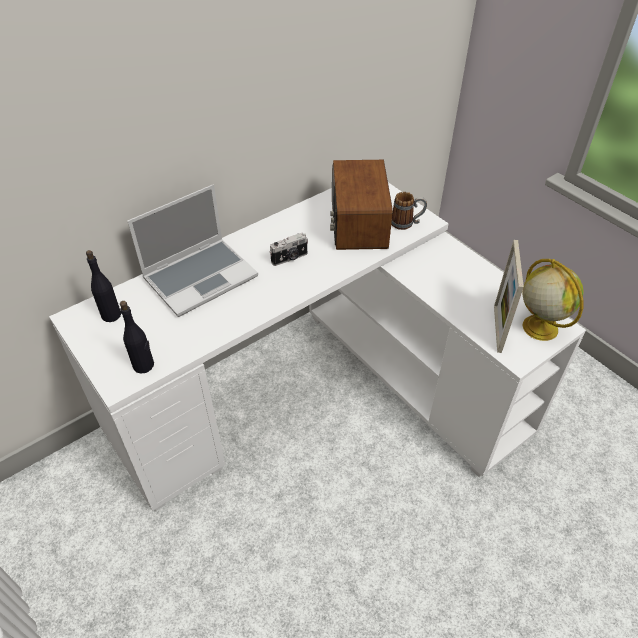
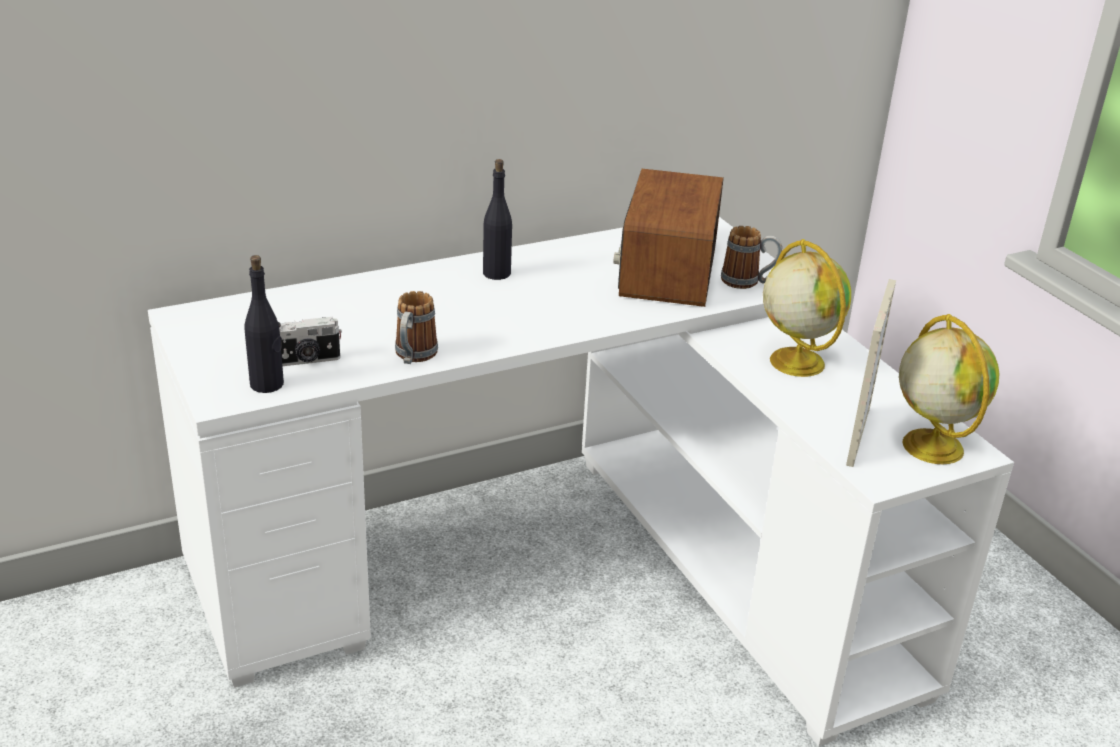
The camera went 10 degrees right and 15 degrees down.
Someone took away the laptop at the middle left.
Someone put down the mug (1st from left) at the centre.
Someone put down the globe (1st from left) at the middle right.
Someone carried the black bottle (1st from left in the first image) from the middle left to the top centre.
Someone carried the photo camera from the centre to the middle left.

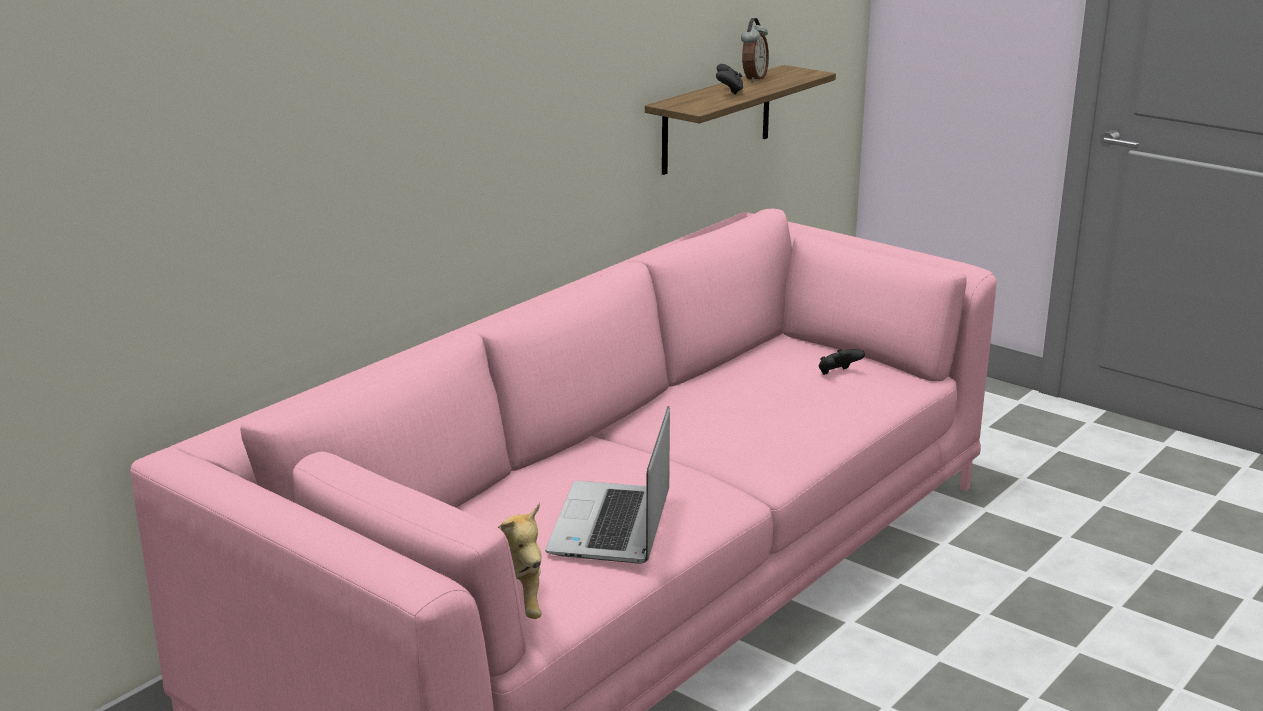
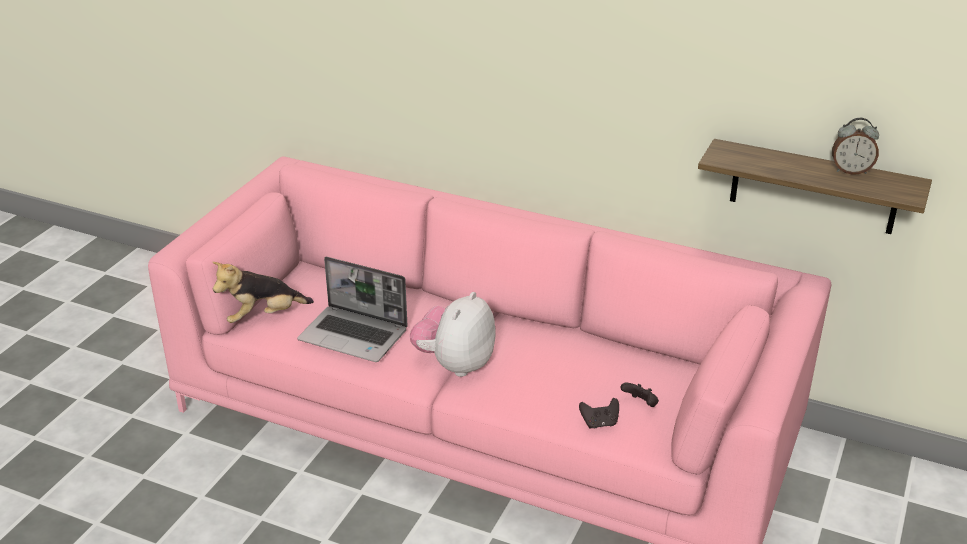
The camera went 75 degrees right and 10 degrees up.
Someone put down the plush toy (2nd from left) at the centre.
Someone carried the black game controller (1st from left) from the top centre to the bottom centre.
Someone rotated the laptop at the bottom centre by 150 degrees counterclockwise.

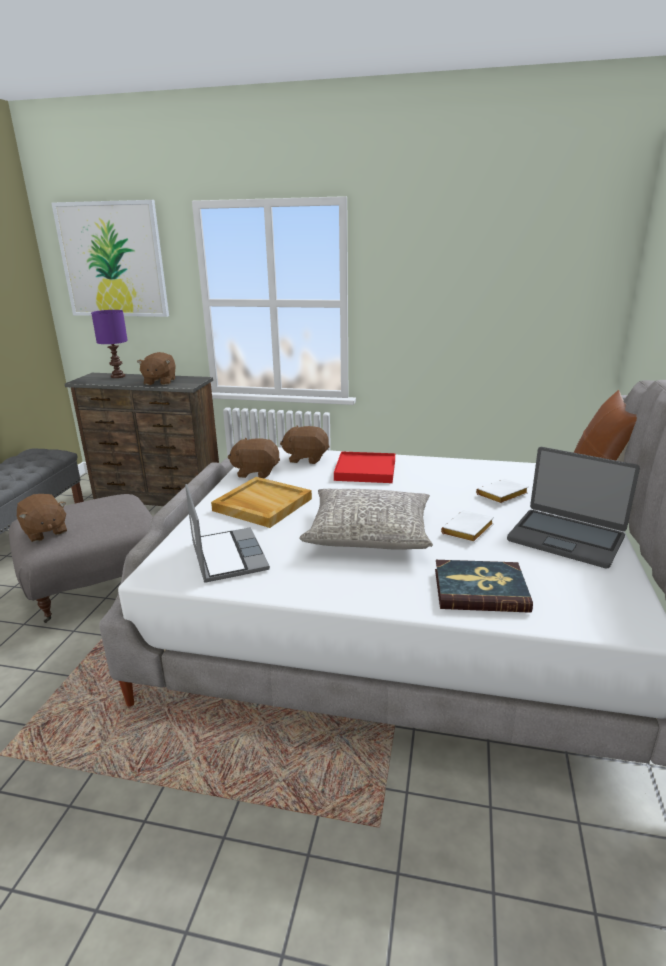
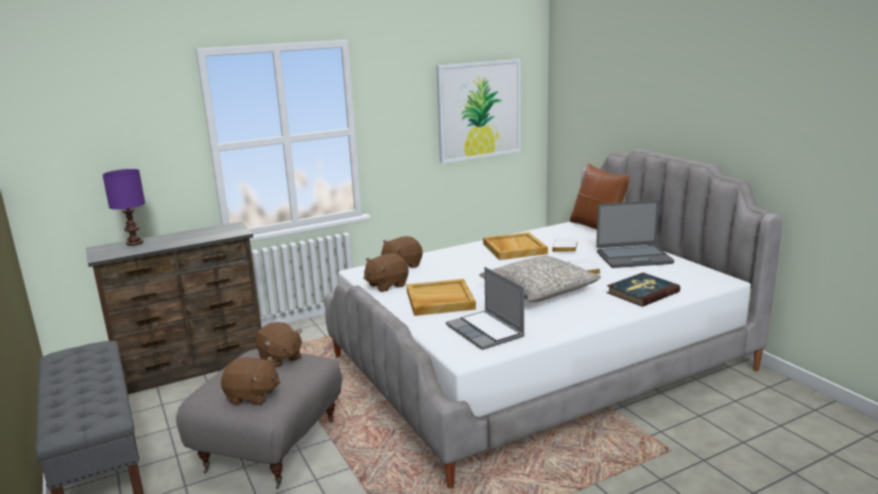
The camera went 40 degrees left and 5 degrees down.
Someone took away the red tray at the centre.
Someone put down the beige tray (2nd from left) at the centre.
Someone carried the picture from the top left to the top centre.
Someone carried the brown plush toy (2nd from left) from the middle left to the bottom left.
Someone rotated the laptop (1st from left) at the centre by 150 degrees counterclockwise.

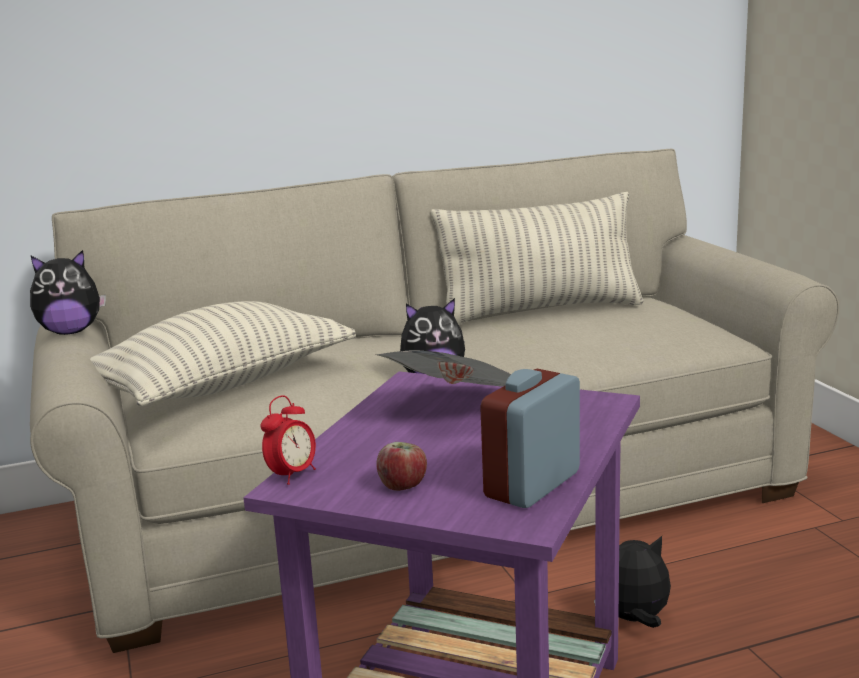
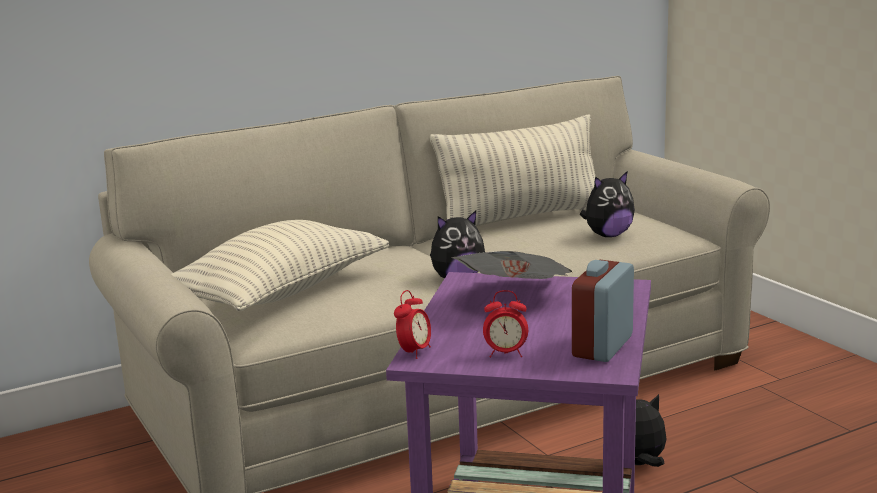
The camera went 10 degrees left and 0 degrees up.
Someone carried the plush toy (1st from left in the first image) from the middle left to the middle right.
Someone swapped the apple at the bottom centre for the alarm clock (2nd from left) at the centre.

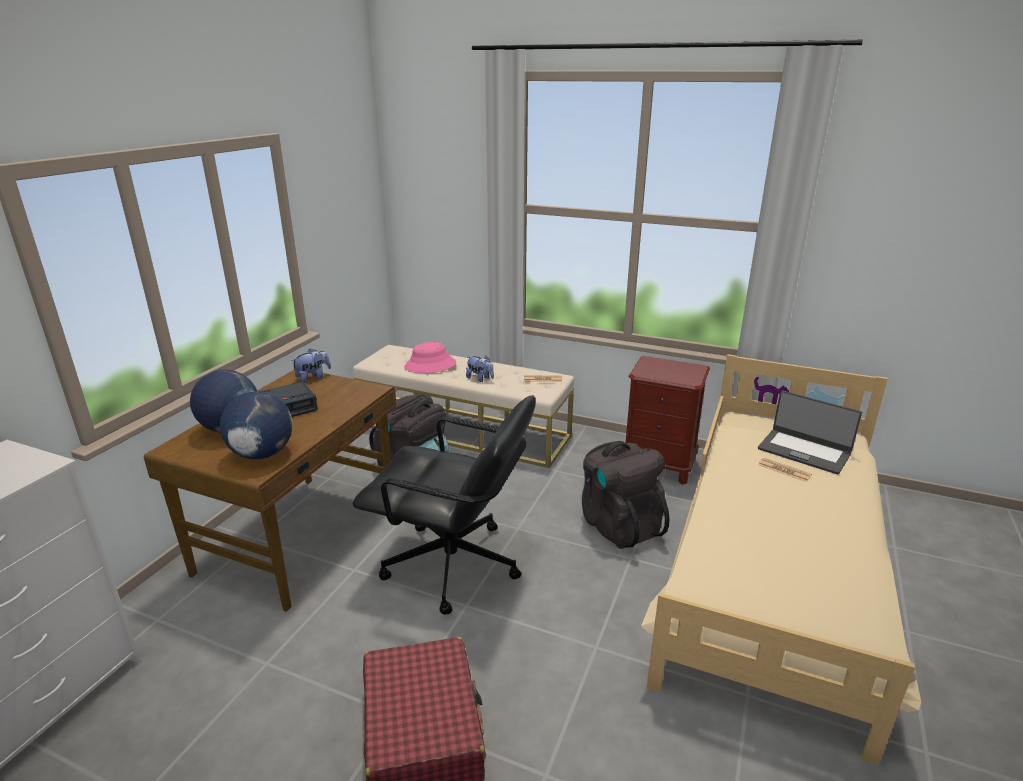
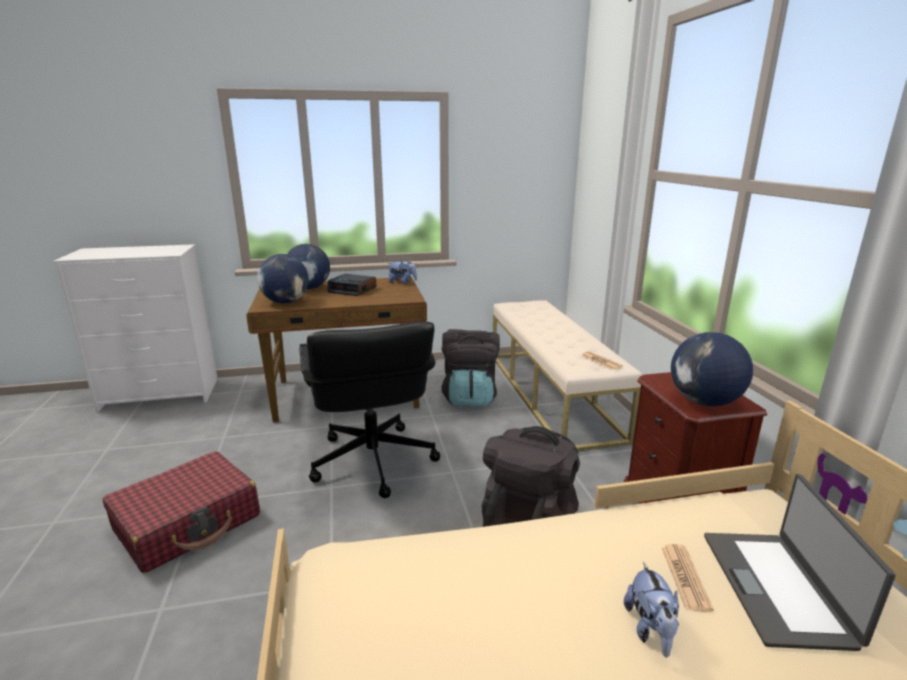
The camera went 55 degrees right and 5 degrees down.
Someone took away the pink hat at the centre.
Someone put down the globe (3rd from left) at the middle right.
Someone carried the plush toy (2nd from left) from the centre to the bottom right.

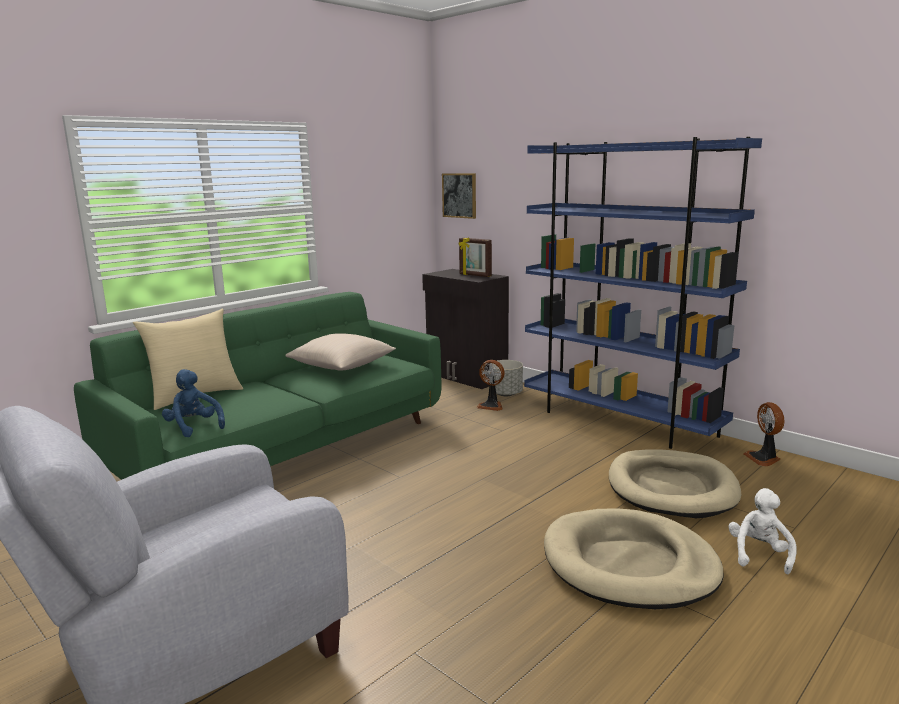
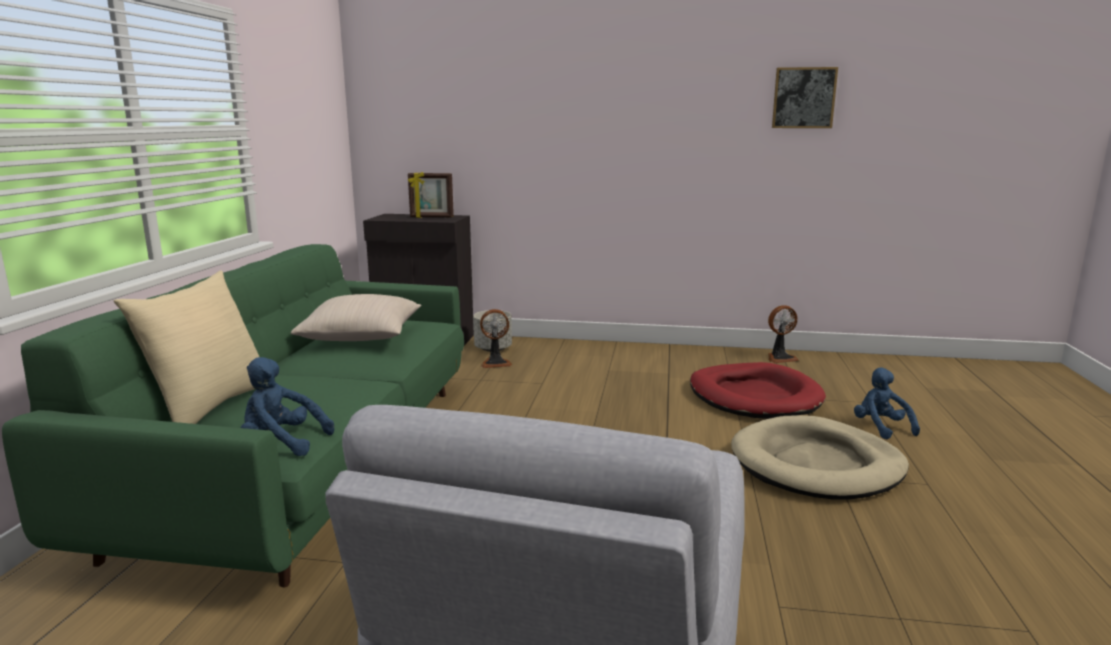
The camera went 35 degrees left and 0 degrees up.
Someone took away the blue bookcase at the middle right.
Someone carried the picture from the top centre to the top right.
Someone repainted the beige dog bed (2nd from left) at the bottom right, which became the red dog bed at the middle right.
Someone repainted the white plush toy at the bottom right, which became the blue plush toy (2nd from left) at the middle right.
Someone rotated the fan (2nd from left) at the middle right by 60 degrees counterclockwise.

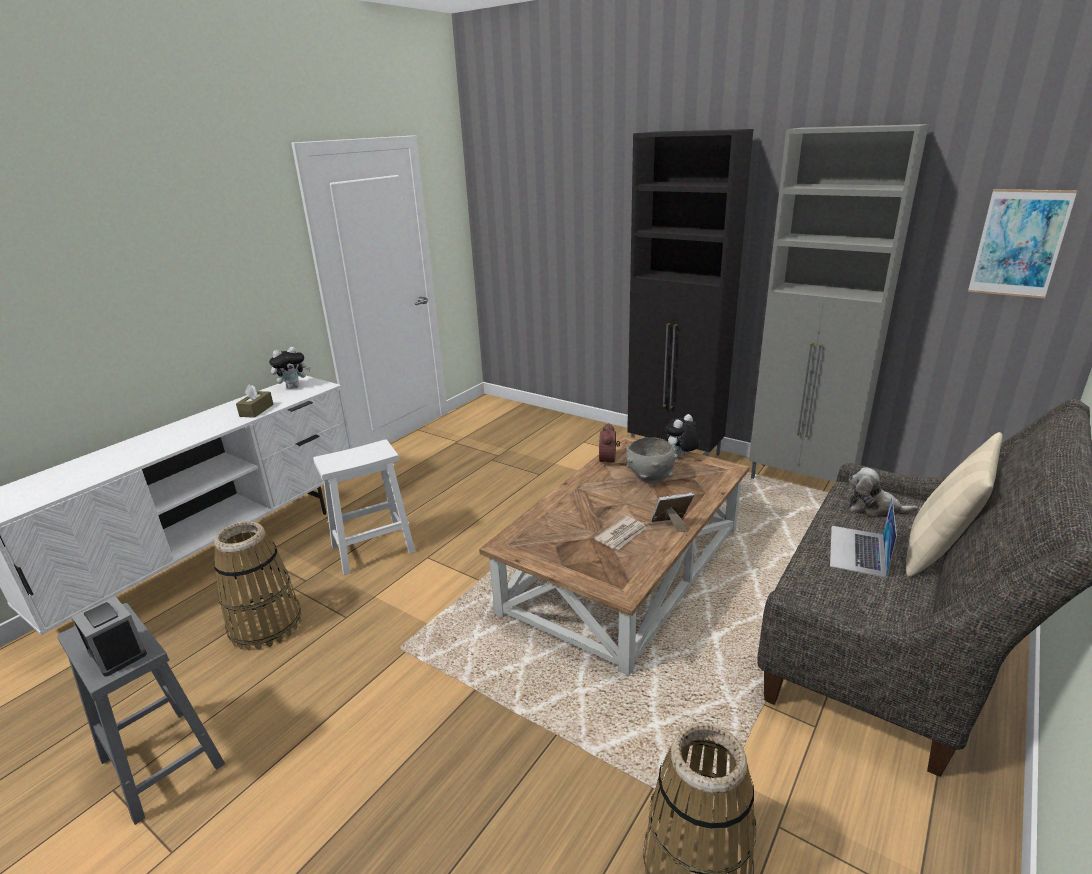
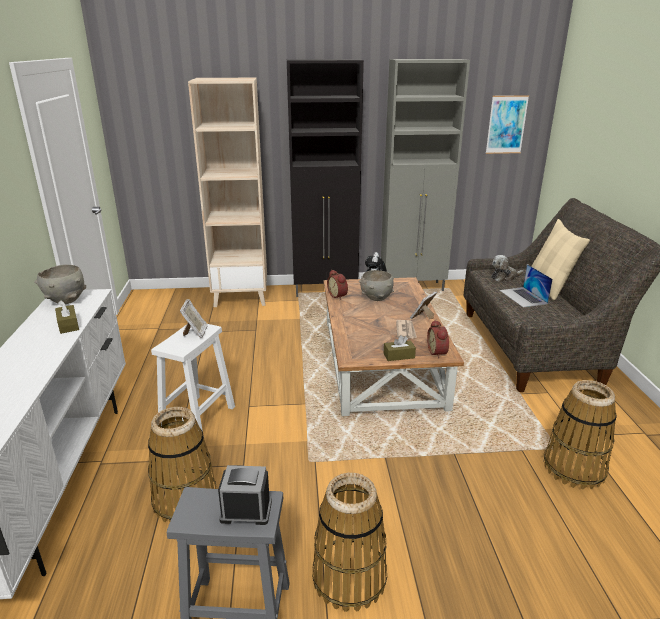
The camera went 40 degrees left and 0 degrees up.
Someone put down the picture frame (1st from left) at the middle left.
Someone put down the beige bookcase at the top centre.
Someone put down the basket (2nd from left) at the bottom centre.
Someone put down the brown tissue box (2nd from left) at the centre.
Someone put down the alarm clock (3rd from left) at the centre.
Someone swapped the plush toy (1st from left) at the middle left for the grey bowl (1st from left) at the middle left.

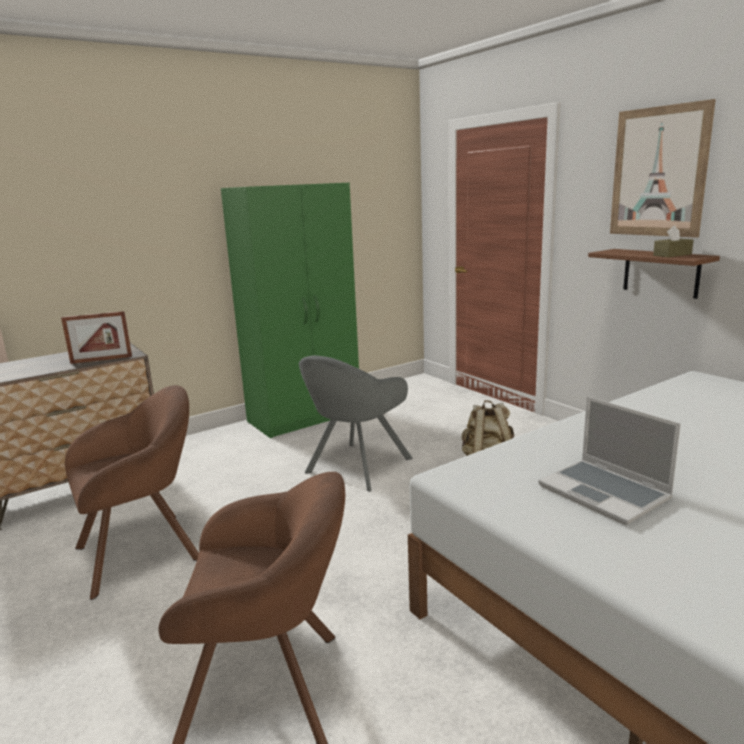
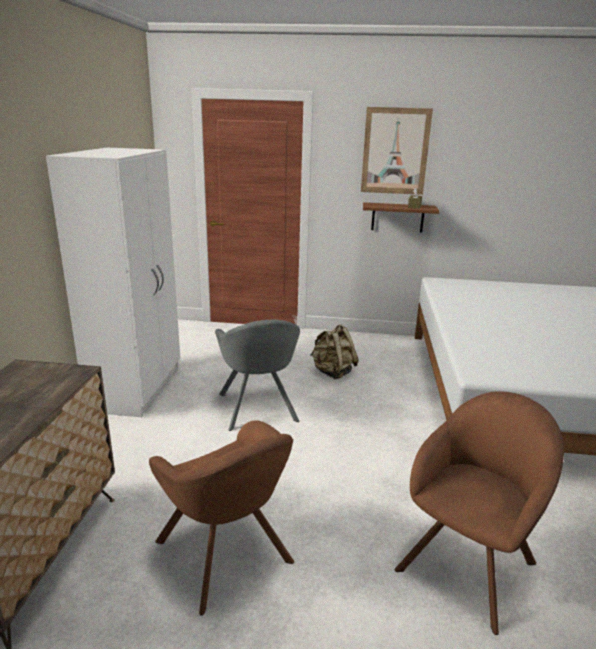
The camera went 50 degrees left and 5 degrees up.
Someone took away the picture frame at the middle left.
Someone took away the laptop at the middle right.
Someone repainted the green wardrobe at the centre, which became the white wardrobe at the middle left.
Someone rotated the brown armchair (1st from left) at the middle left by 135 degrees clockwise.

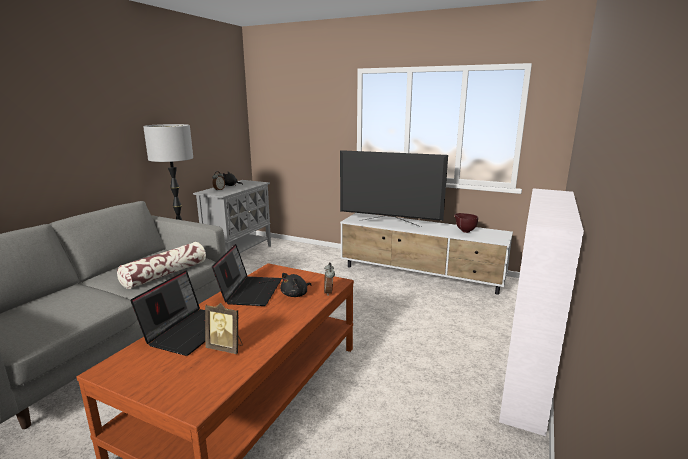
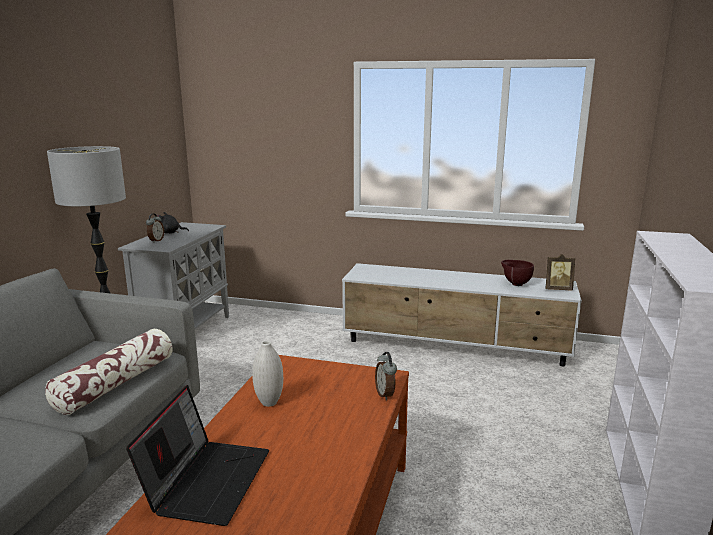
The camera went 10 degrees left and 0 degrees up.
Someone took away the black plush toy (2nd from left) at the centre.
Someone took away the television at the centre.
Someone carried the picture frame from the bottom left to the middle right.
Someone swapped the laptop (2nd from left) at the centre for the white vase at the bottom centre.

